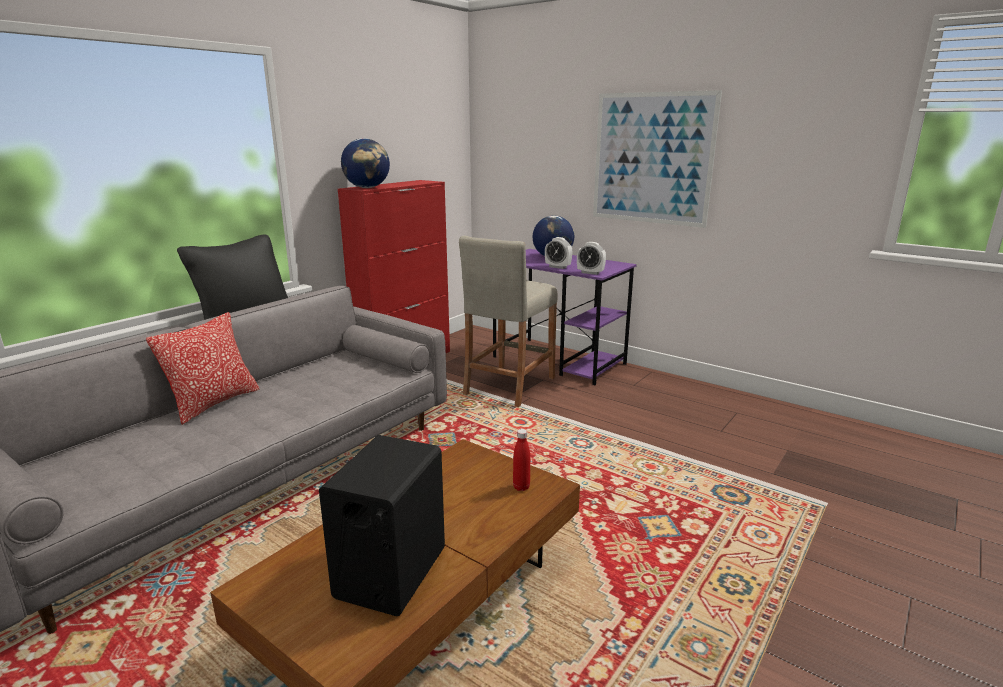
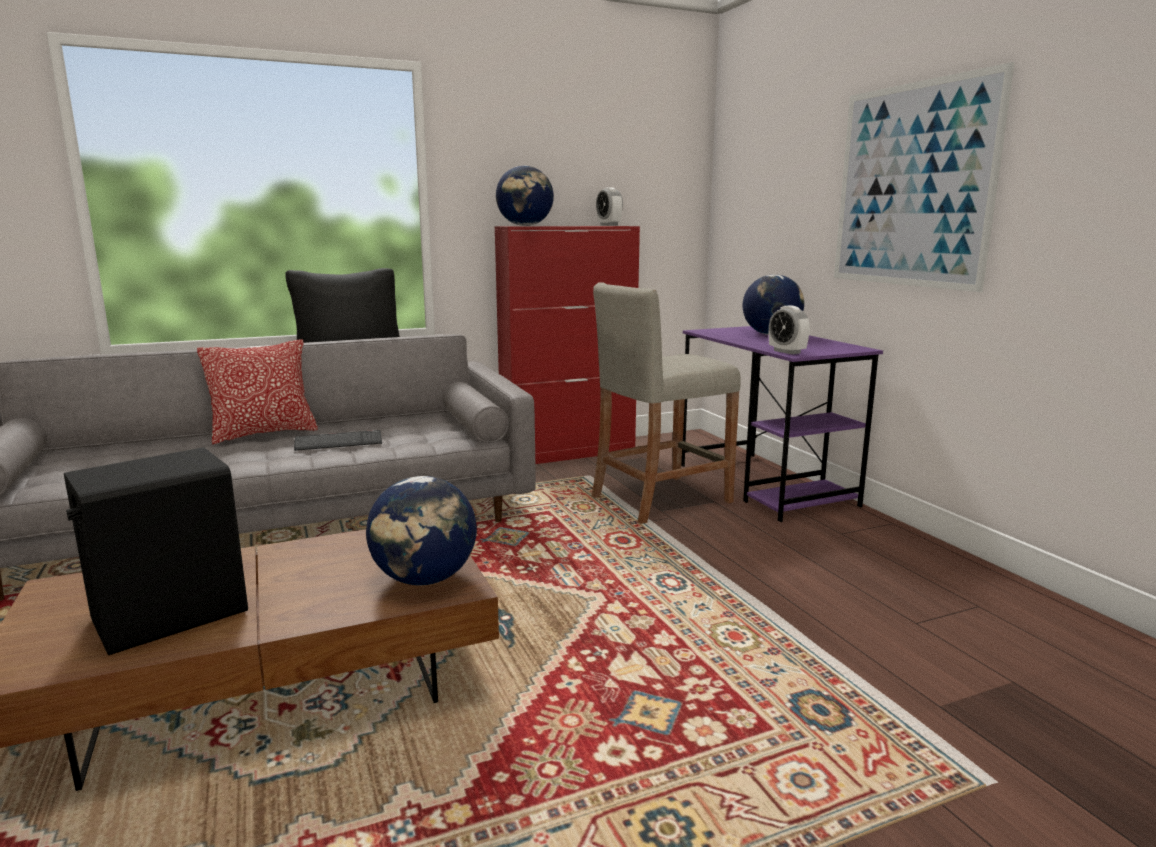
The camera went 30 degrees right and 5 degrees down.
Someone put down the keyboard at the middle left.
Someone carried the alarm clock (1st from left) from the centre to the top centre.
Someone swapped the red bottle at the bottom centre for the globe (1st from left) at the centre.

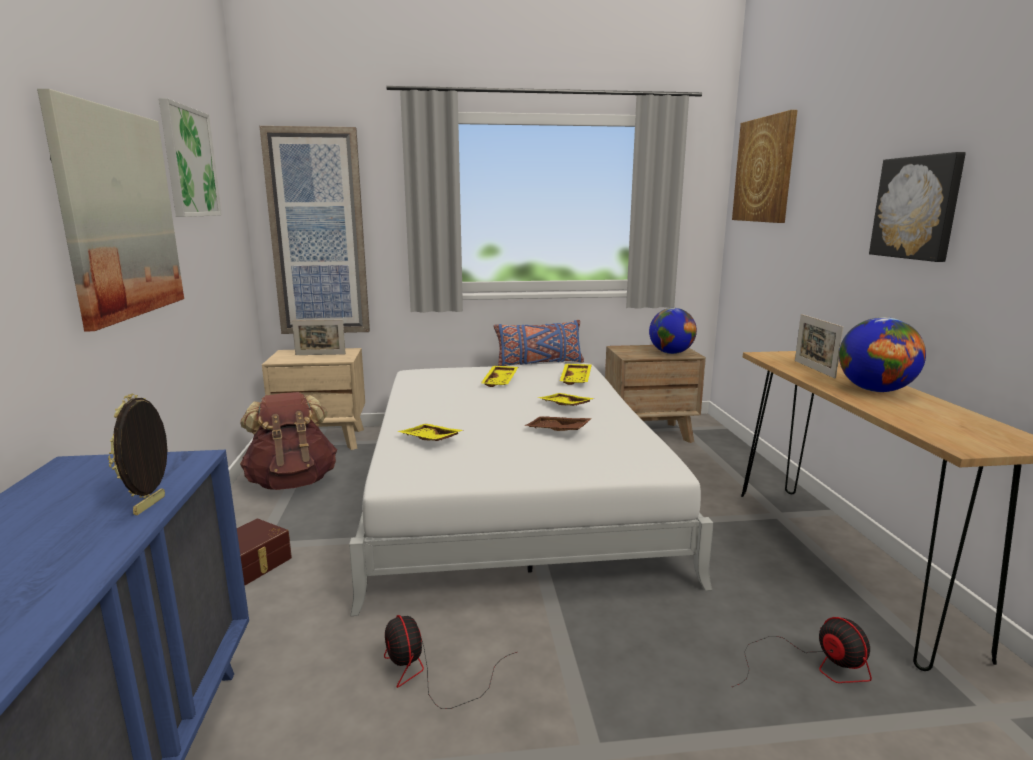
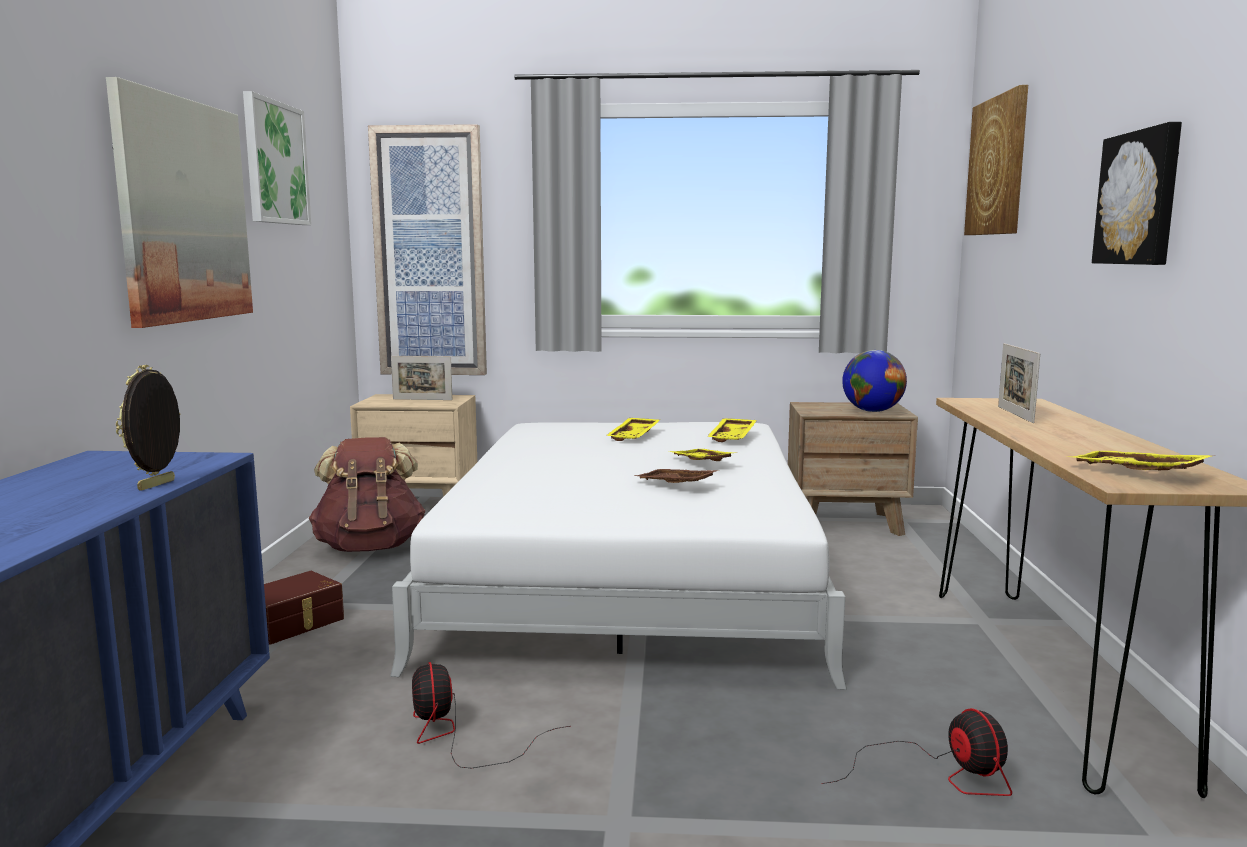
The camera went 10 degrees right and 5 degrees down.
Someone took away the blue pillow at the centre.
Someone took away the globe (2nd from left) at the middle right.
Someone carried the yellow tray (1st from left in the first image) from the centre to the middle right.

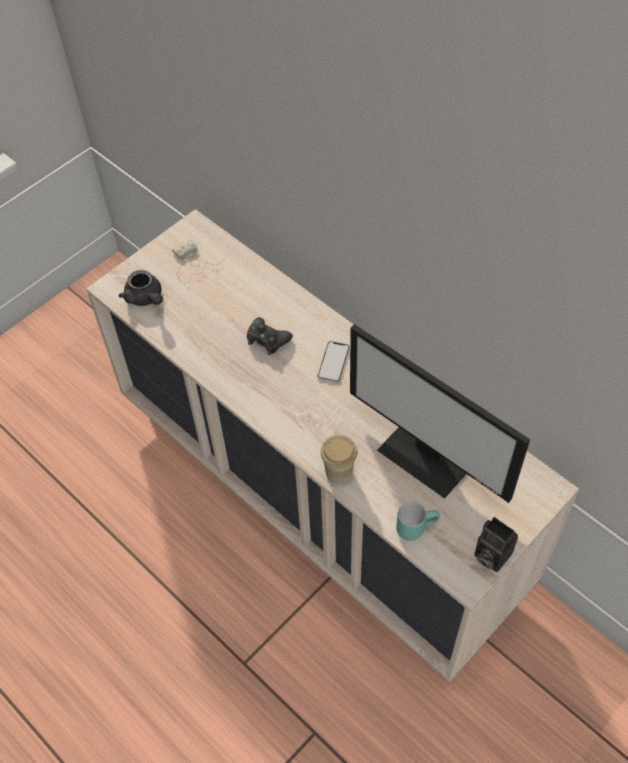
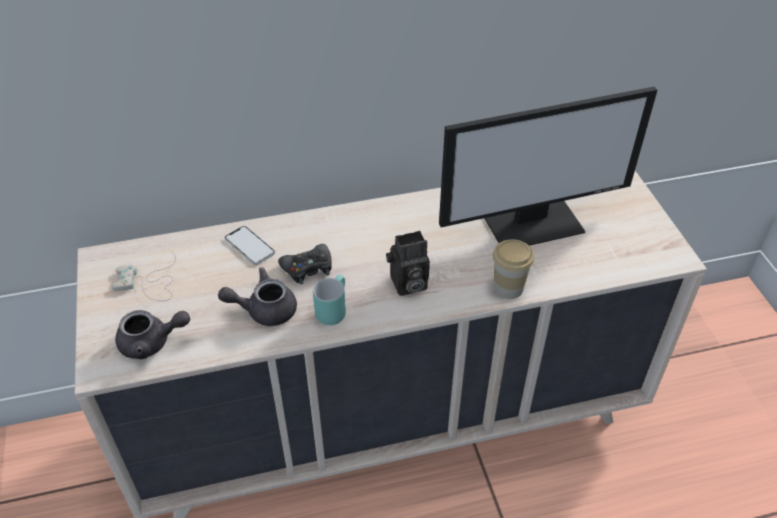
The camera went 60 degrees left and 10 degrees down.
Someone put down the grey teapot (2nd from left) at the middle left.
Someone carried the phone from the centre to the middle left.
Someone carried the turquoise mug from the bottom centre to the centre.
Someone carried the photo camera from the bottom right to the centre.

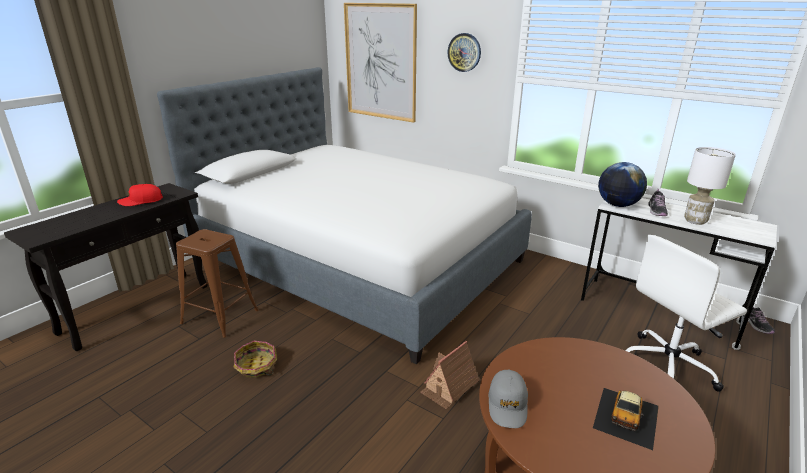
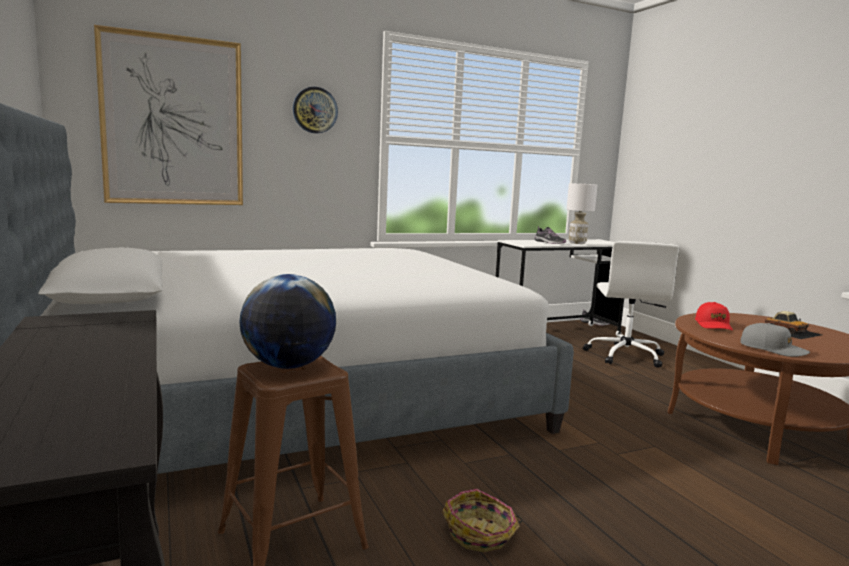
The camera went 60 degrees left and 15 degrees down.
Someone took away the toy house at the bottom centre.
Someone carried the red cap from the middle left to the middle right.
Someone carried the globe from the middle right to the centre.

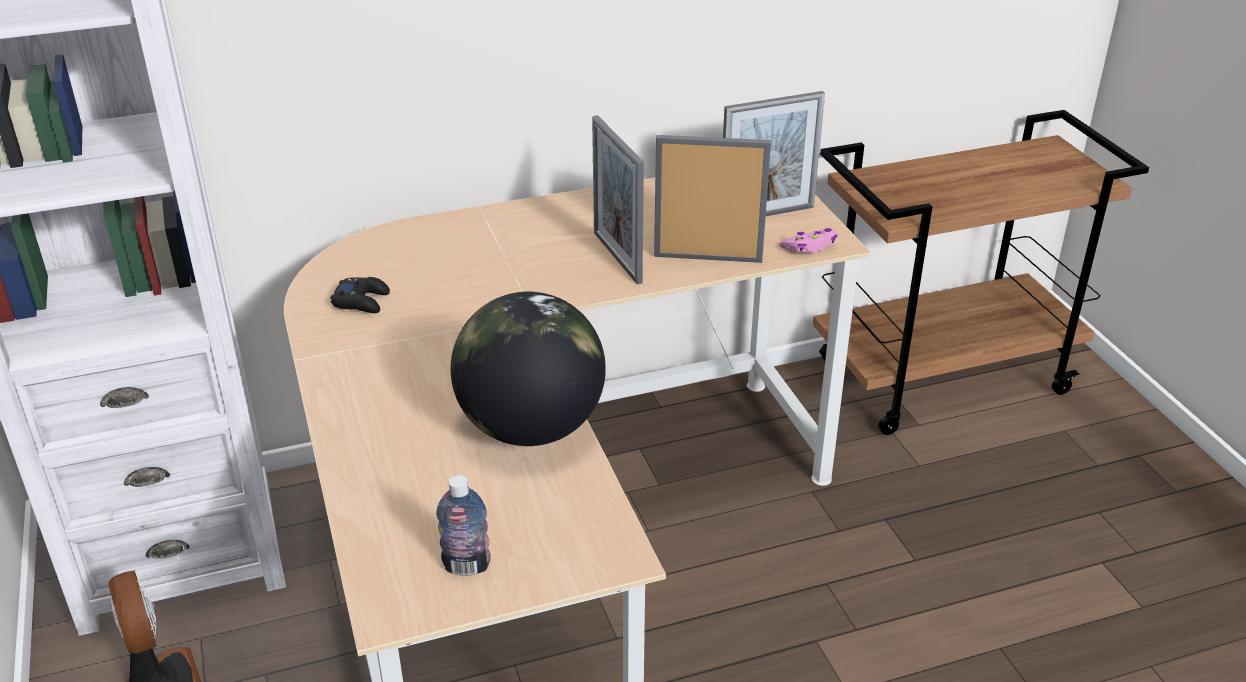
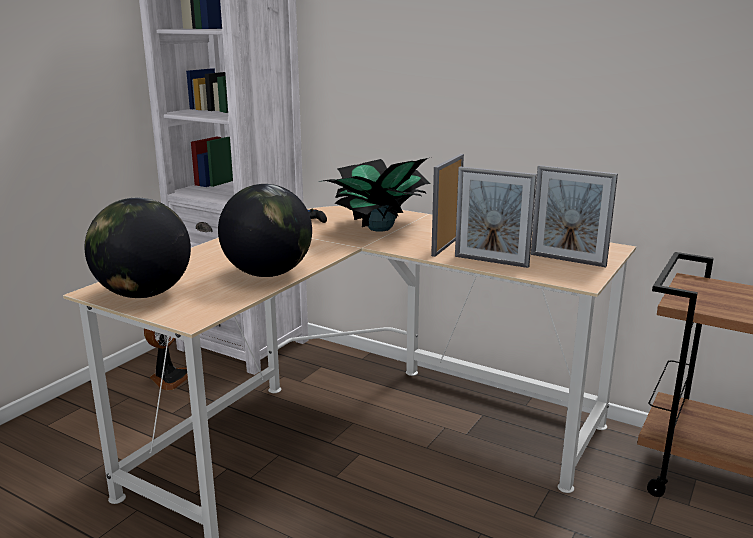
The camera went 50 degrees right and 15 degrees down.
Someone took away the pink game controller at the centre.
Someone put down the potted plant at the centre.
Someone swapped the bottle at the bottom centre for the globe (1st from left) at the middle left.
Someone rotated the picture frame (2nd from left) at the top centre by 150 degrees clockwise.

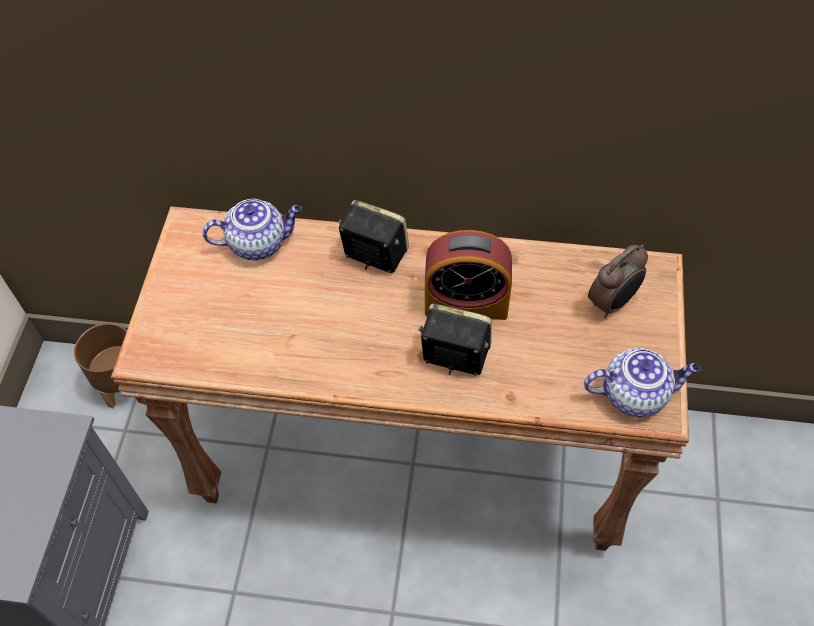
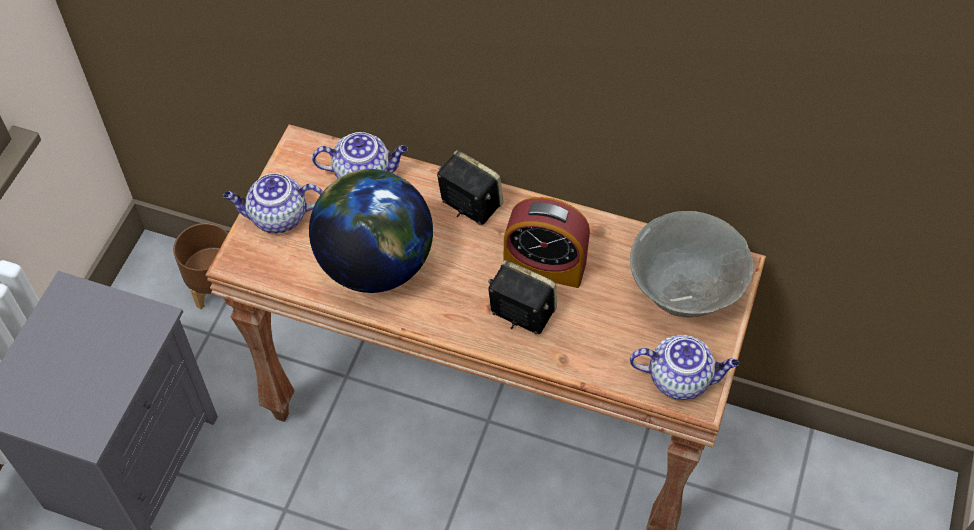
The camera went 10 degrees right and 0 degrees up.
Someone put down the teapot (1st from left) at the middle left.
Someone put down the globe at the centre.
Someone swapped the alarm clock (2nd from left) at the middle right for the grey bowl at the middle right.

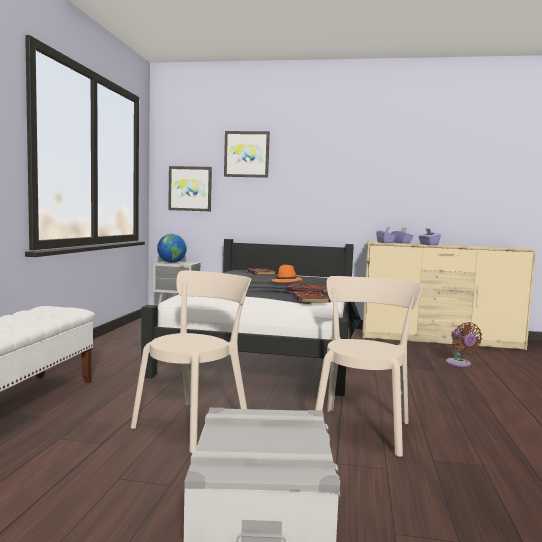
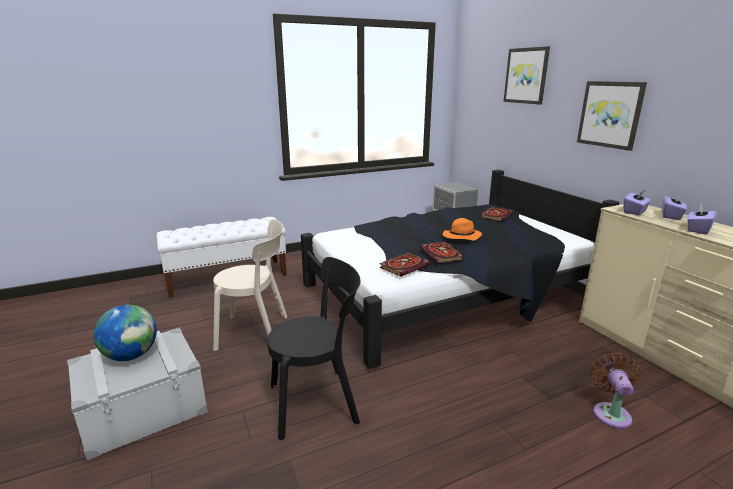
The camera went 55 degrees right and 15 degrees up.
Someone carried the globe from the middle left to the bottom left.
Someone carried the picture (1st from left in the first image) from the centre to the top right.
Someone repainted the beige chair (2nd from left) at the bottom right, which became the black chair at the bottom centre.
Someone rotated the brown fan at the middle right by 150 degrees clockwise.

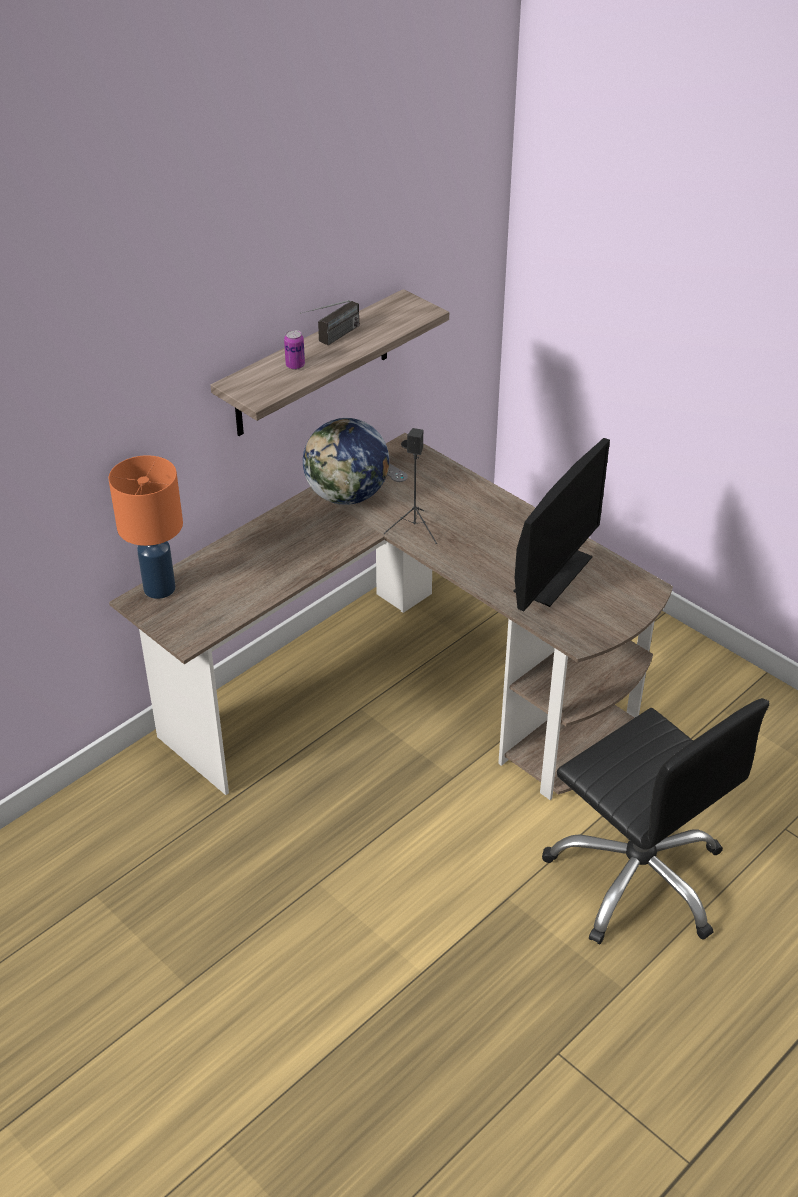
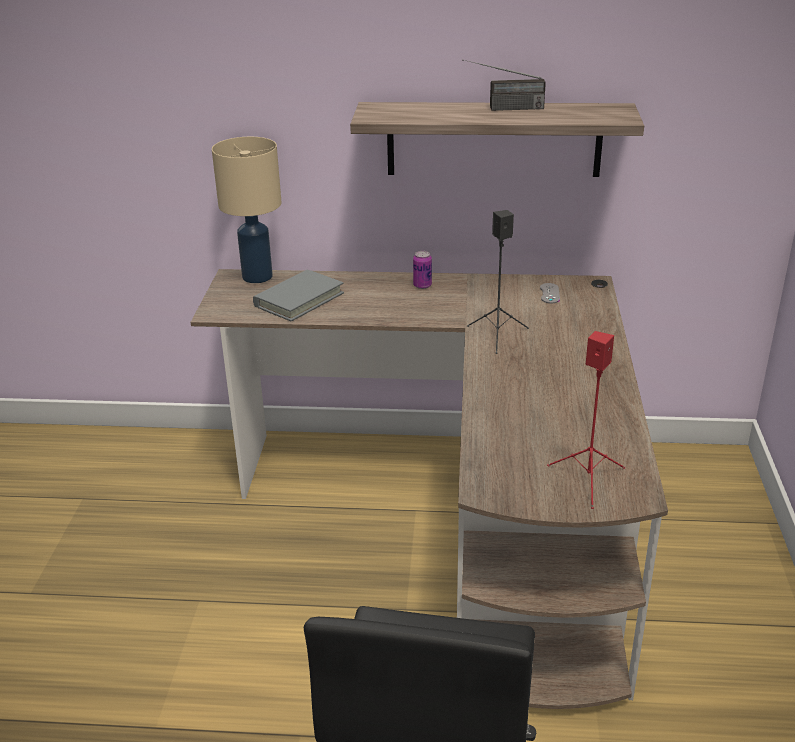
The camera went 50 degrees right and 10 degrees down.
Someone took away the globe at the centre.
Someone took away the monitor at the middle right.
Someone put down the grey book at the centre.
Someone put down the red speaker at the middle right.
Someone carried the can from the top centre to the centre.
Someone repainted the orange table lamp at the middle left, which became the beige table lamp at the top left.

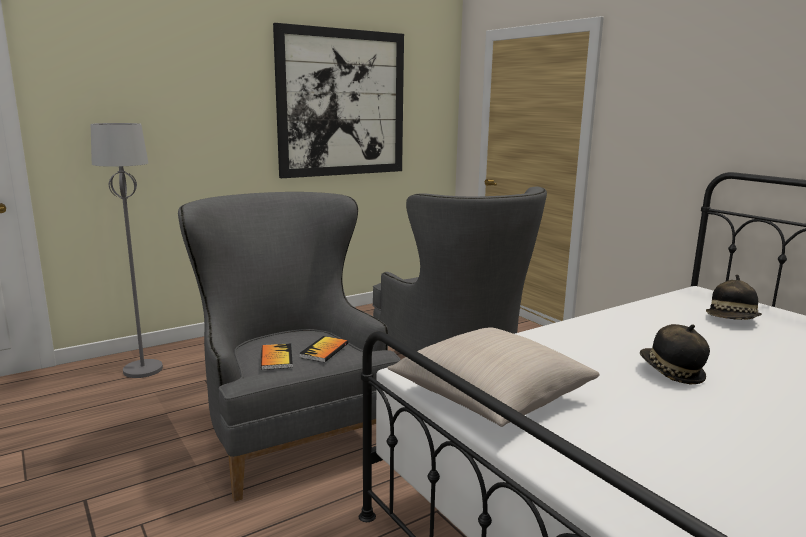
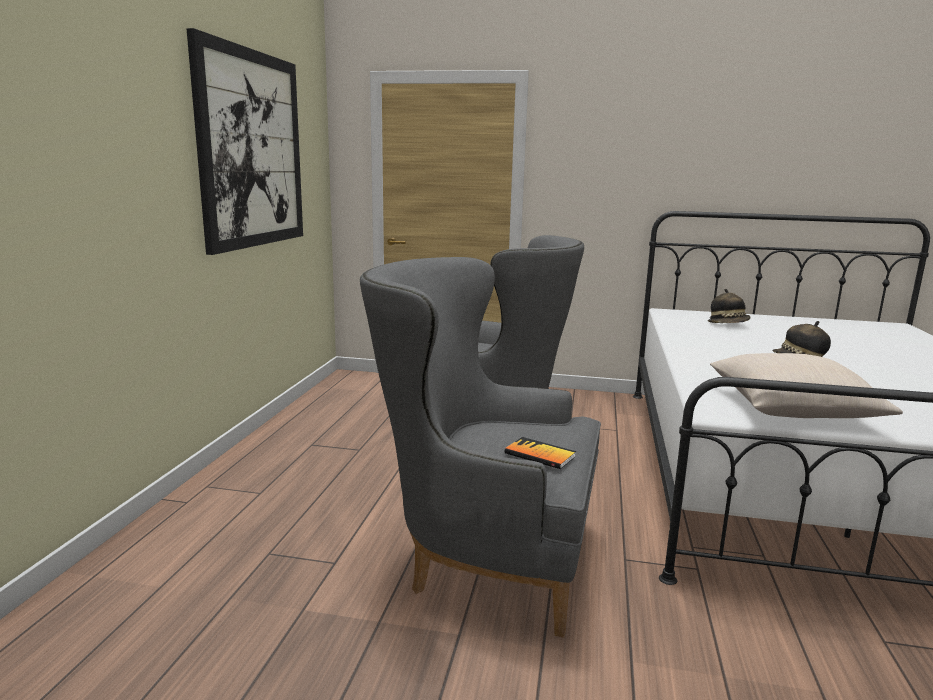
The camera went 45 degrees left and 0 degrees up.
Someone took away the grey floor lamp at the middle left.
Someone took away the book (2nd from left) at the centre.

